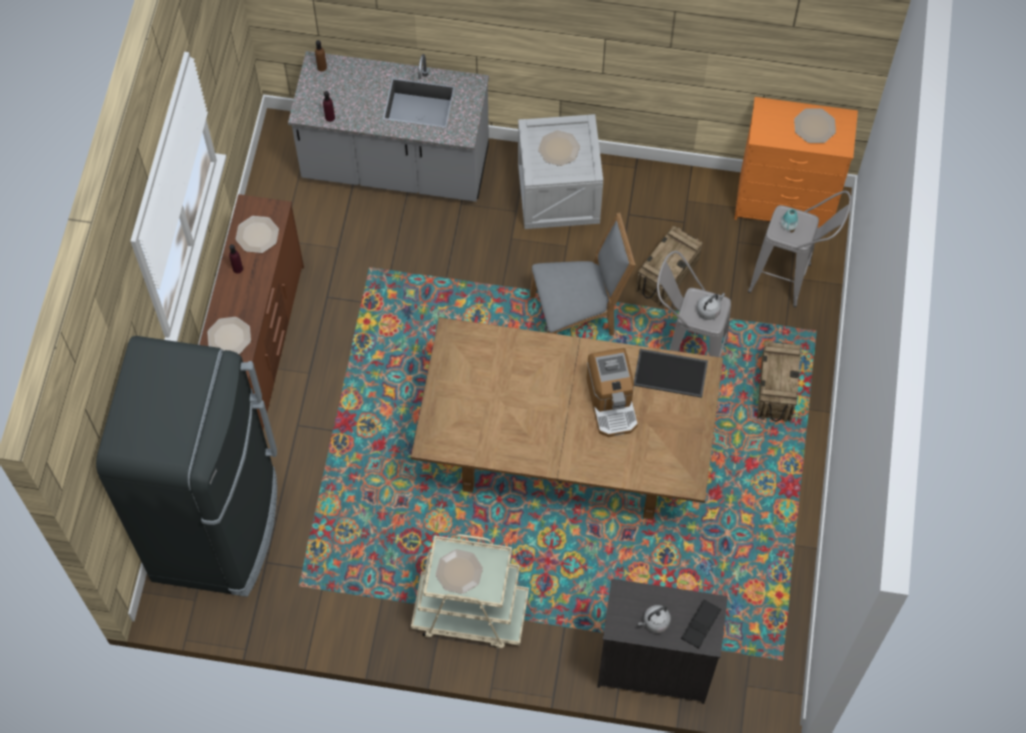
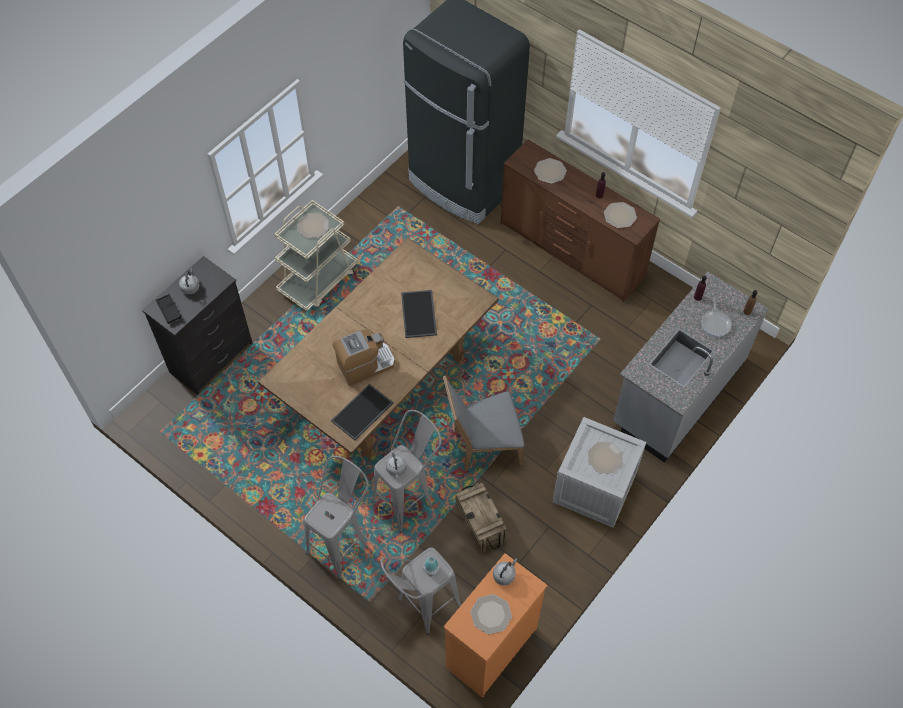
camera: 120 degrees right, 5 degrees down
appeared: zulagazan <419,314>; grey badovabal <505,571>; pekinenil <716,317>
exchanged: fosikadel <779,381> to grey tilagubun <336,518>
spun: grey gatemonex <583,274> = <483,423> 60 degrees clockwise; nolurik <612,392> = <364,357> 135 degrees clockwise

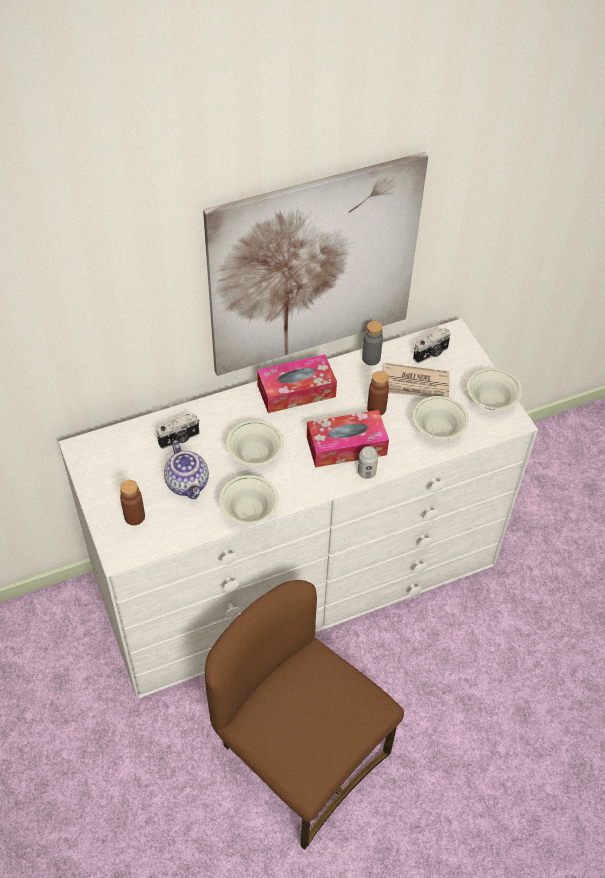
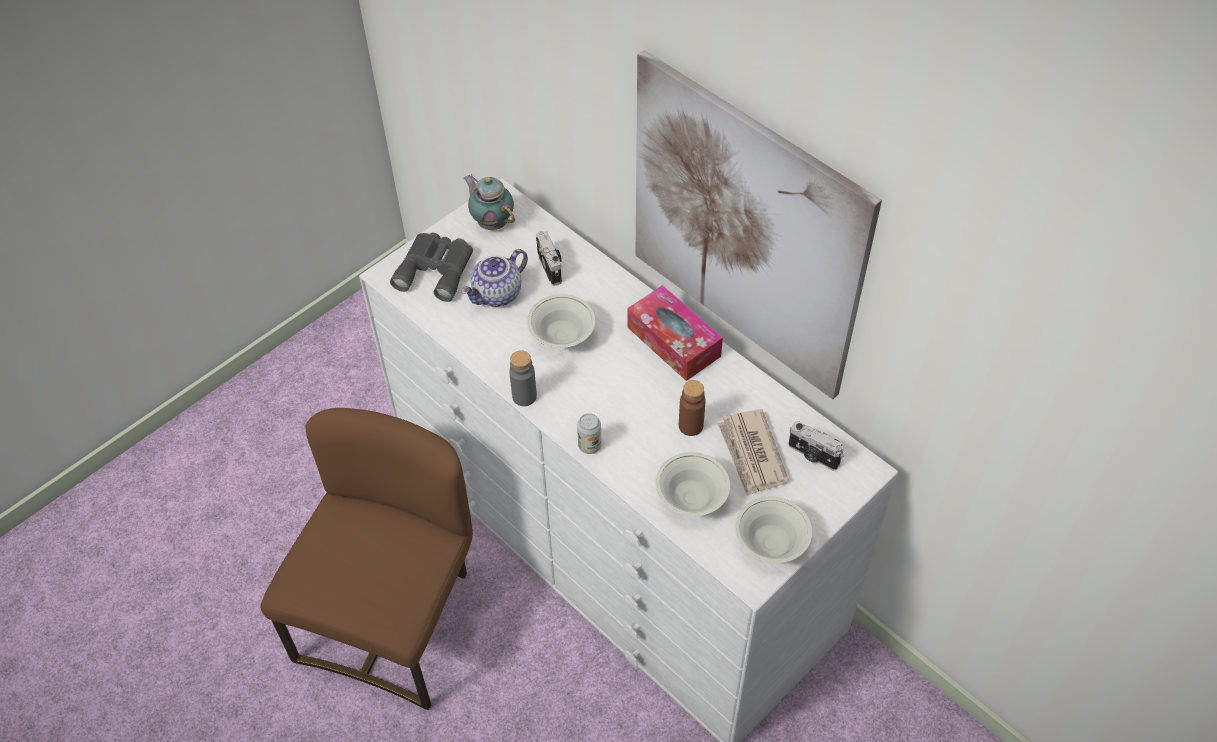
camera: 70 degrees right, 0 degrees up
missing: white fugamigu <249,500>; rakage <348,439>
appeared: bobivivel <489,202>
relocated: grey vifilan <372,343> to <523,378>
exchanged: brown vifilan <132,502> to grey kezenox <431,267>
spun: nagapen <178,431> = <549,258> 150 degrees counterclockwise

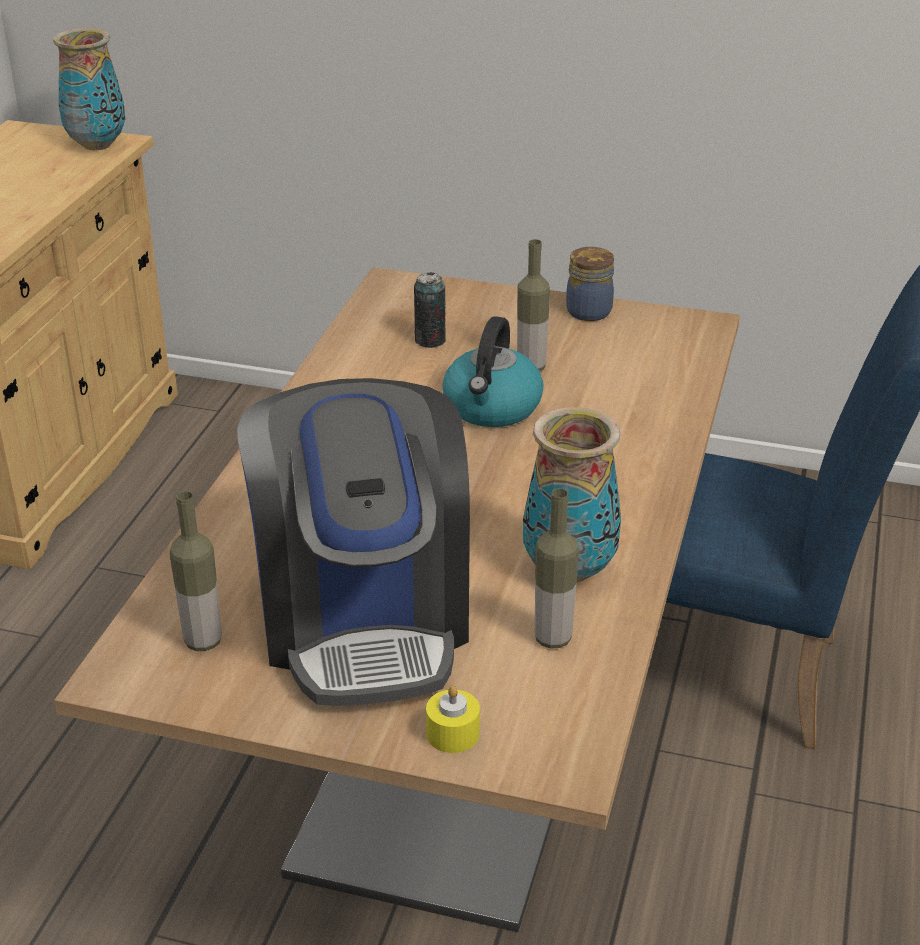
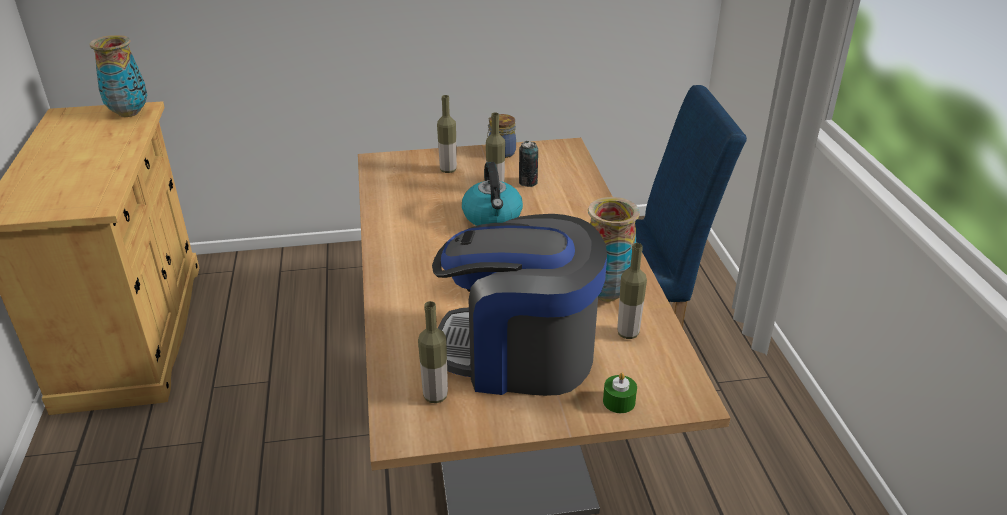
camera: 25 degrees left, 0 degrees up
appeared: vifilan <447,134>
relocated: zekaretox <430,310> to <528,164>
colour: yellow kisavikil <453,719> to green kisavikil <620,393>
spun: nolurik <353,542> = <519,305> 135 degrees clockwise

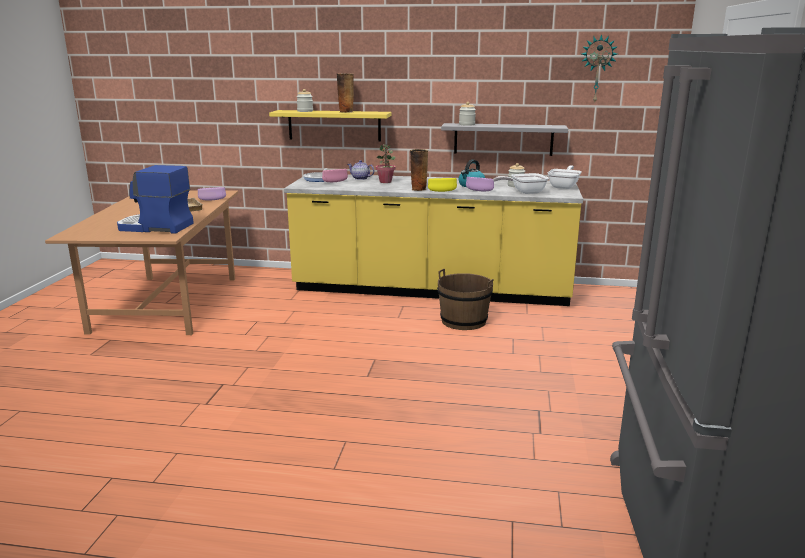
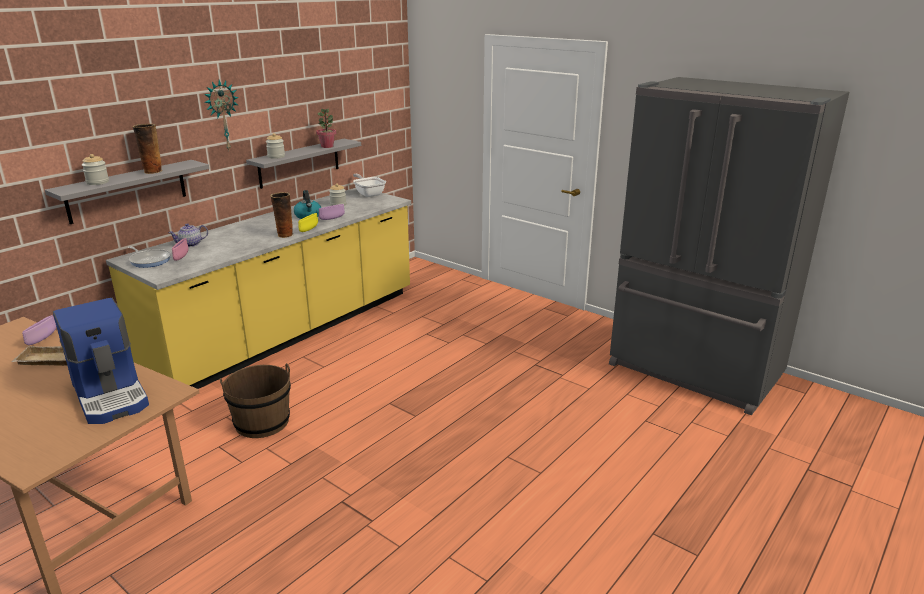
camera: 60 degrees left, 5 degrees up
missing: pekinenil <521,183>
relocated: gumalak <385,163> to <326,128>; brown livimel <465,299> to <255,400>; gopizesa <600,69> to <221,115>
colour: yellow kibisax <330,126> to grey kibisax <127,192>
spun: nolurik <155,199> = <101,361> 75 degrees counterclockwise

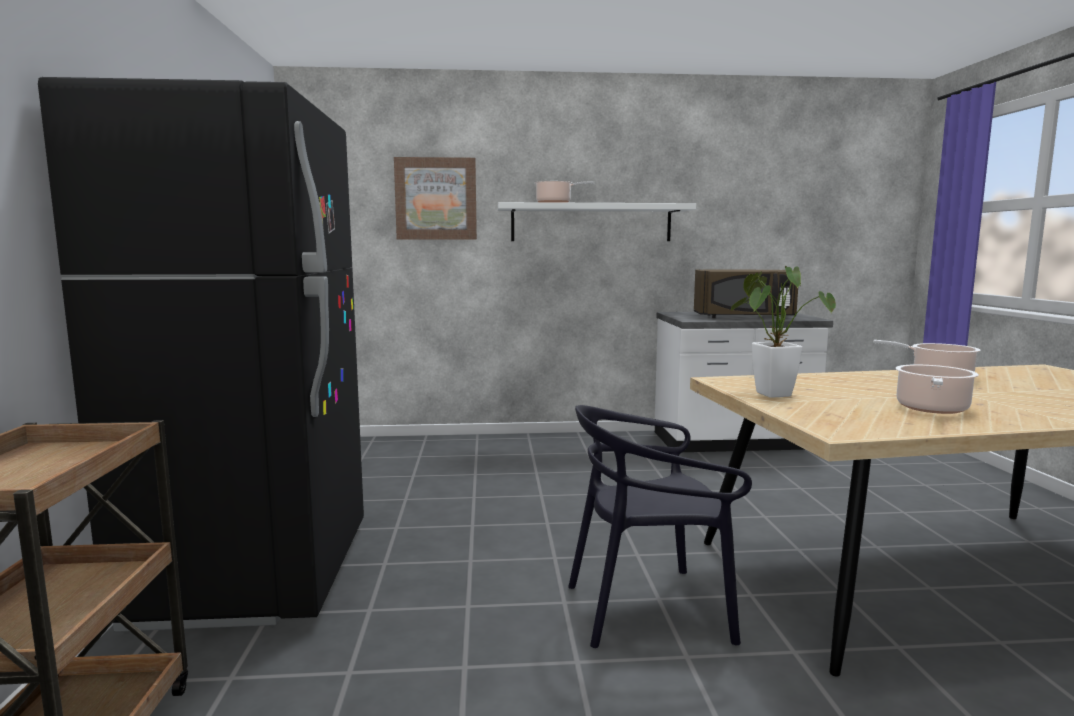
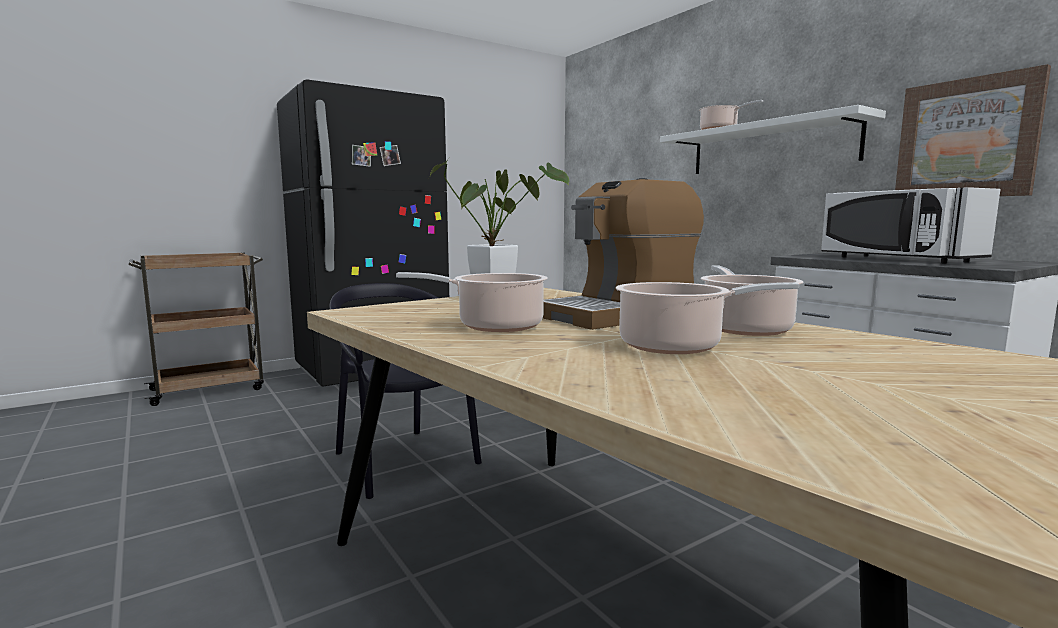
camera: 60 degrees right, 0 degrees up
appeared: nolurik <623,254>; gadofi <707,318>
relocated: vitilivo <435,198> to <973,130>
colour: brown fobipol <746,294> to white fobipol <910,225>

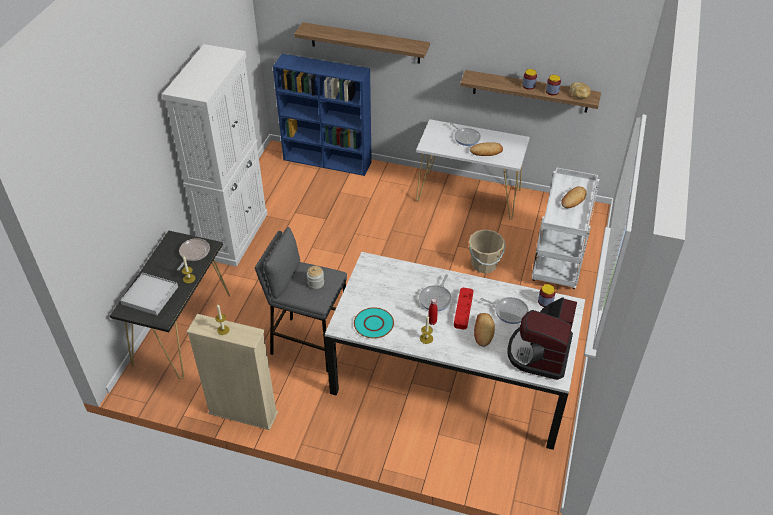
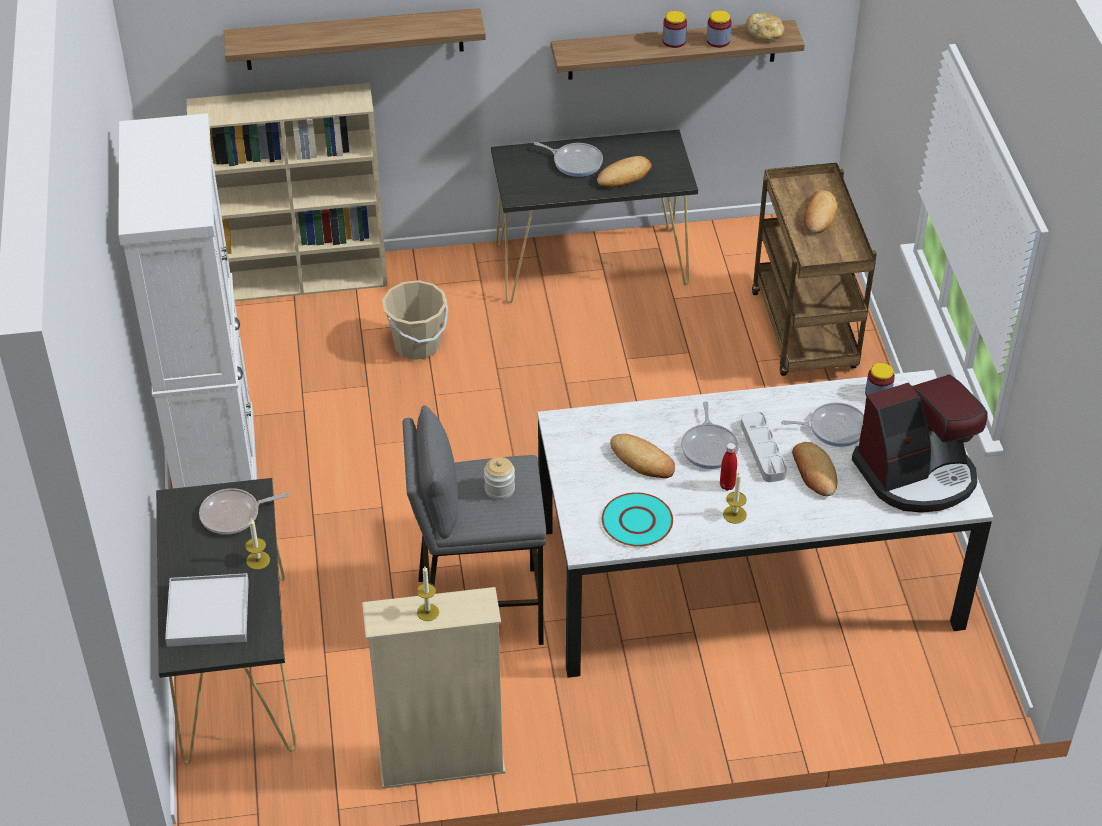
camera: 25 degrees left, 0 degrees up
appeared: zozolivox <642,456>
relocated: beige livimel <487,251> to <415,320>
colour: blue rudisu <322,115> to beige rudisu <286,192>; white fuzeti <473,169> to black fuzeti <594,216>; red zulagazan <463,308> to grey zulagazan <764,447>; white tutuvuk <565,228> to brown tutuvuk <814,269>
spun: pekinenil <193,254> = <244,511> 105 degrees counterclockwise; nolurik <542,338> = <919,443> 105 degrees counterclockwise

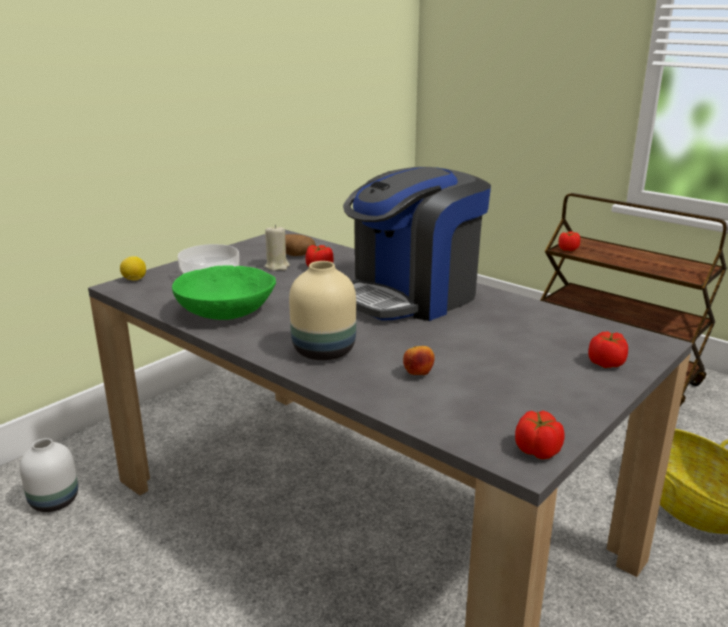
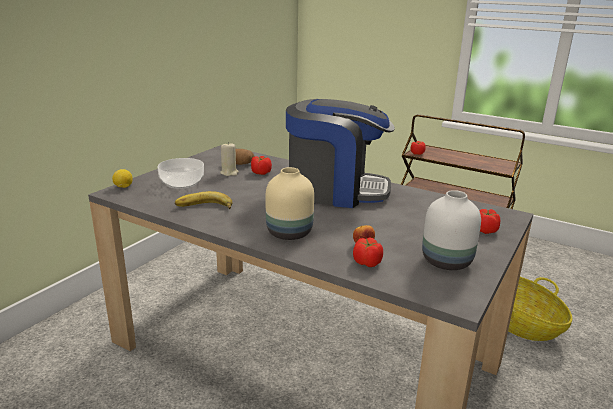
camera: 10 degrees left, 0 degrees up
relocated: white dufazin <48,475> to <451,230>; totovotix <540,435> to <368,252>
exchanged: green fugamigu <224,292> to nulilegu <204,200>
spun: nolurik <417,244> = <340,153> 120 degrees counterclockwise

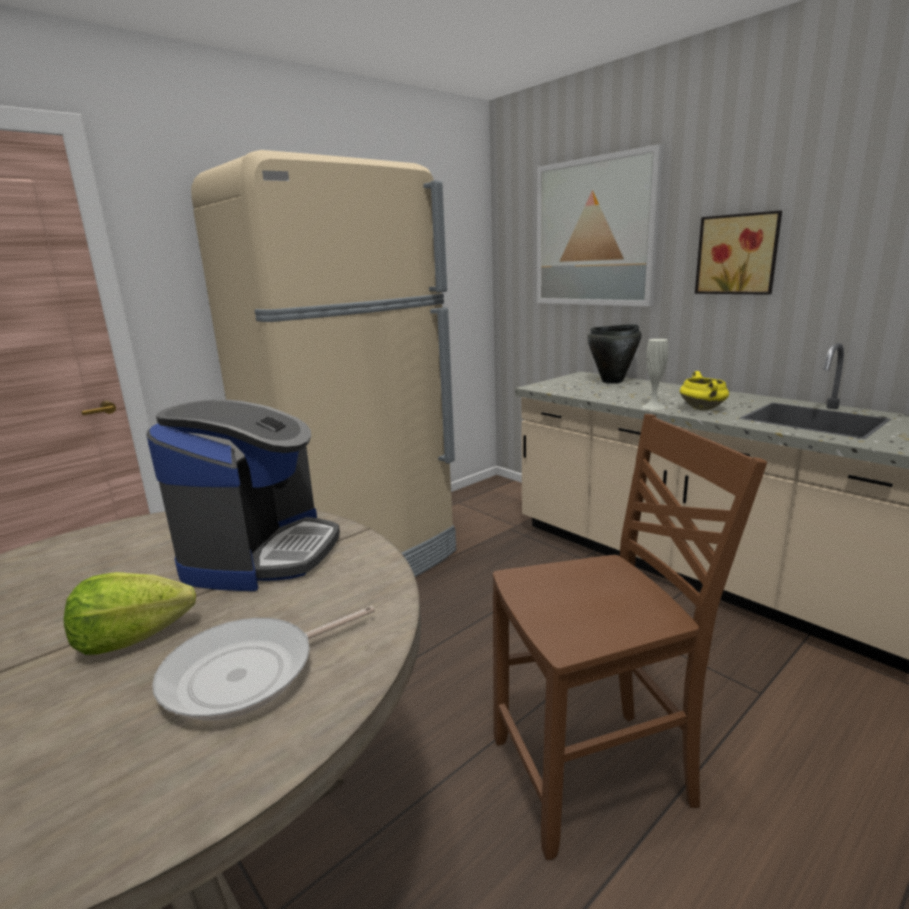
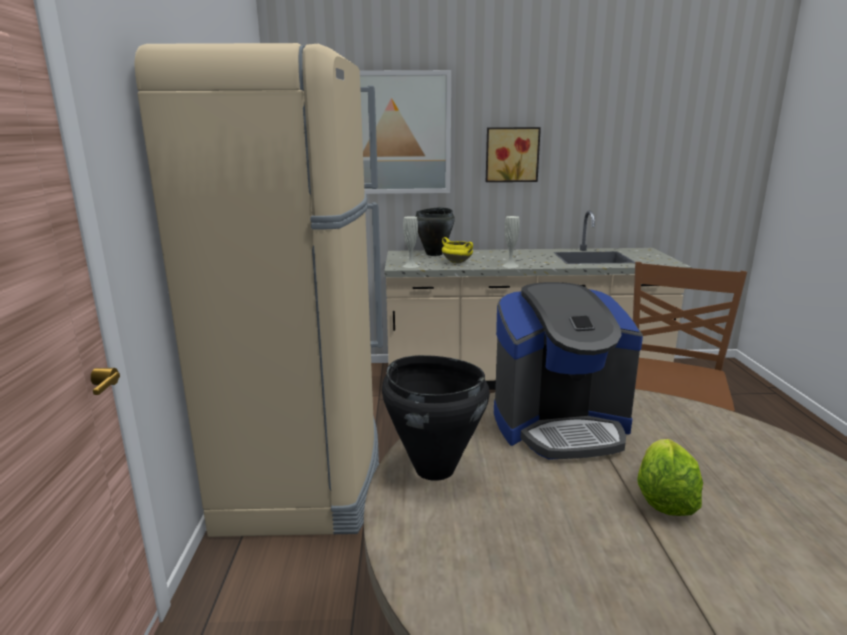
camera: 50 degrees left, 0 degrees up
missing: pekinenil <263,663>
appeared: black gadofi <436,418>; white dufazin <411,242>
relocated: yellow gadofi <704,390> to <457,250>
spun: nolurik <243,495> = <568,371> 120 degrees clockwise

